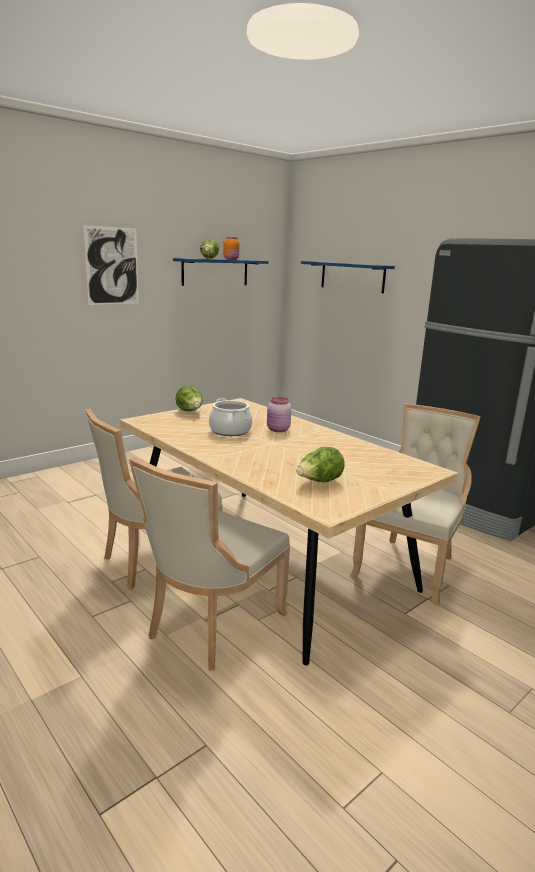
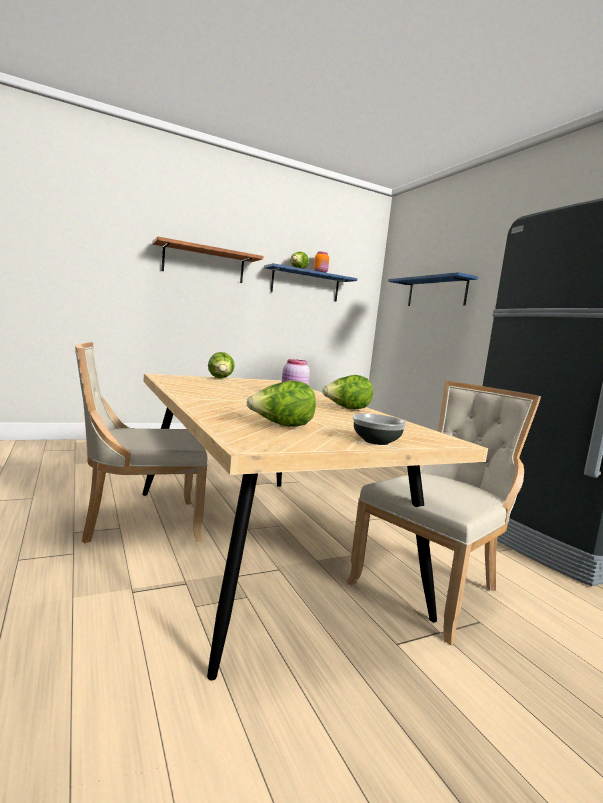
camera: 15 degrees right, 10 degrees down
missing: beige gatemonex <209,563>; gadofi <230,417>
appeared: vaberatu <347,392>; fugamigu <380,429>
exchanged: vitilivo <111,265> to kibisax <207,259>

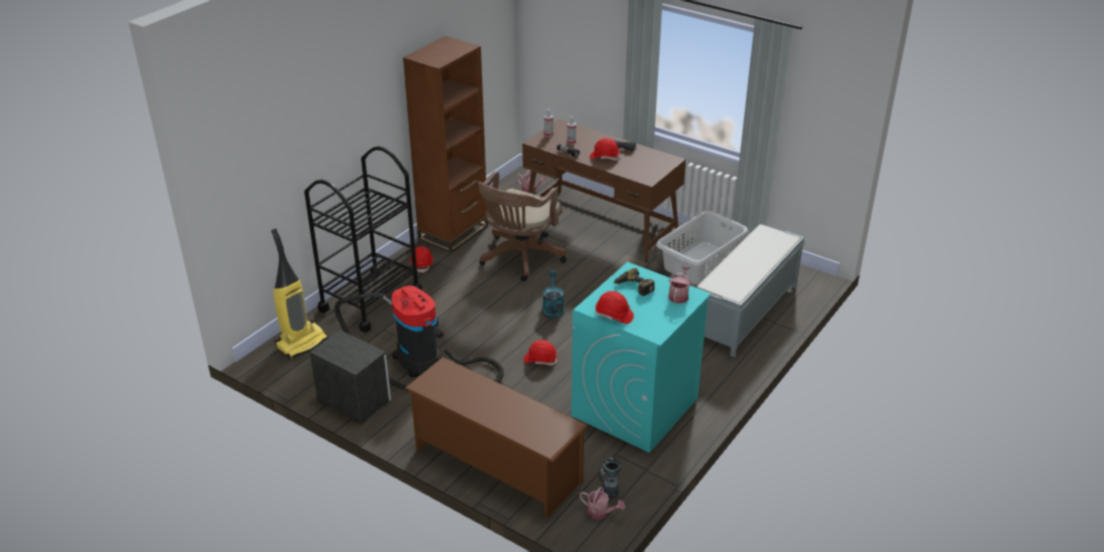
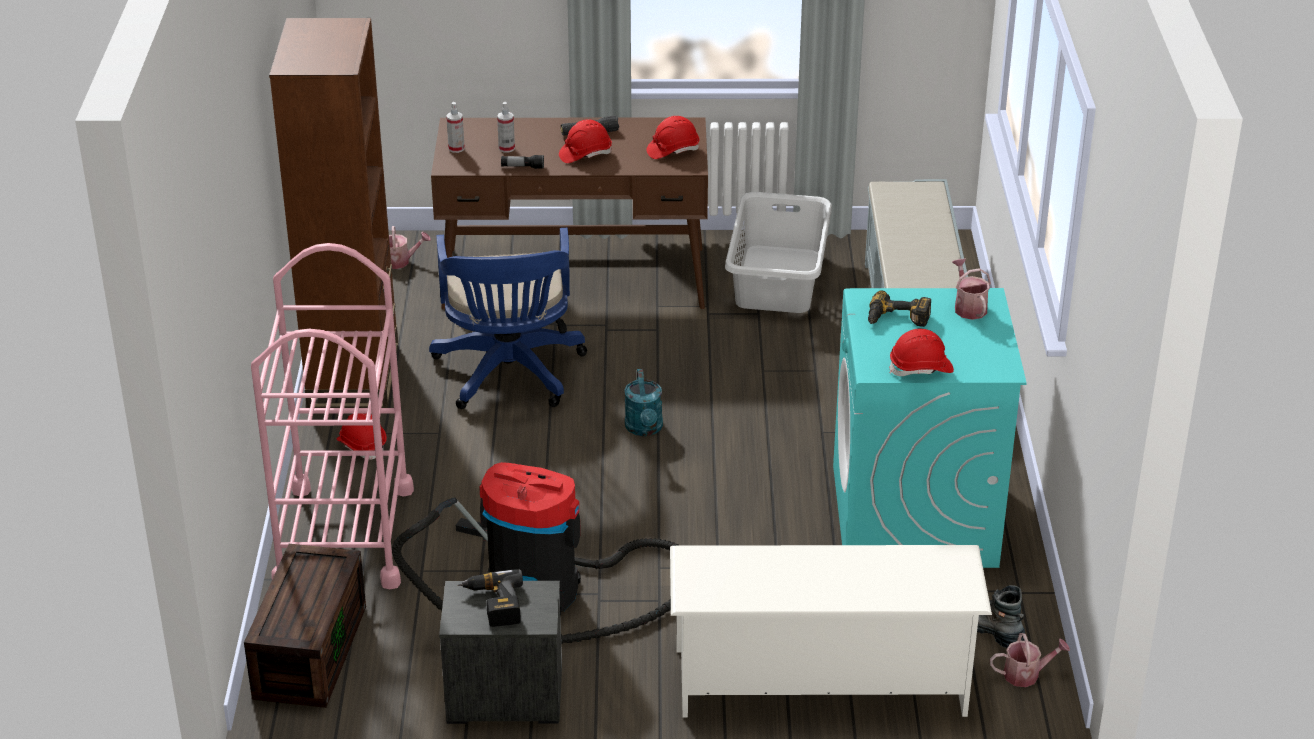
camera: 35 degrees left, 0 degrees up
appeared: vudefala <490,598>
relocated: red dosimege <541,352> to <672,137>
exchanged: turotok <299,293> to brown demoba <305,626>
colour: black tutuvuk <363,239> to pink tutuvuk <332,416>; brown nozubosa <496,437> to white nozubosa <831,631>; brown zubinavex <522,226> to blue zubinavex <508,318>
spun: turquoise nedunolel <553,294> = <643,402> 150 degrees counterclockwise

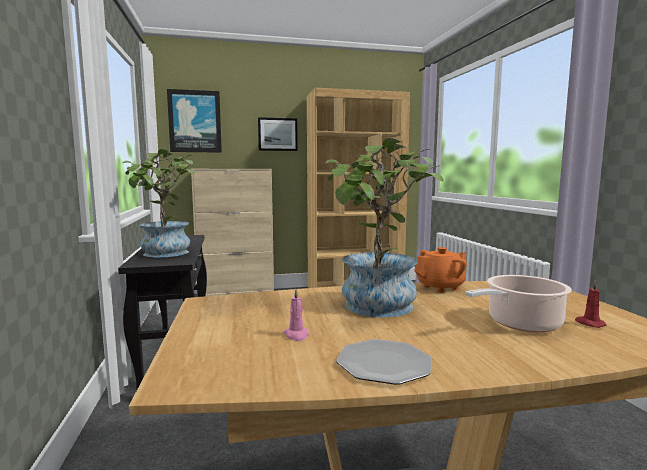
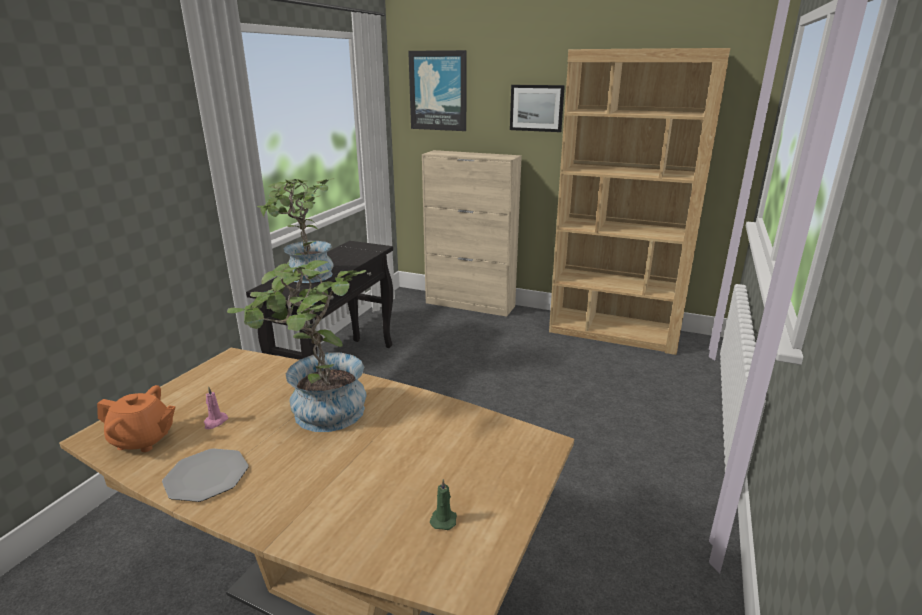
camera: 35 degrees right, 15 degrees up
missing: gadofi <518,303>
relocated: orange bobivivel <440,270> to <136,418>
colour: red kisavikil <590,304> to green kisavikil <443,504>

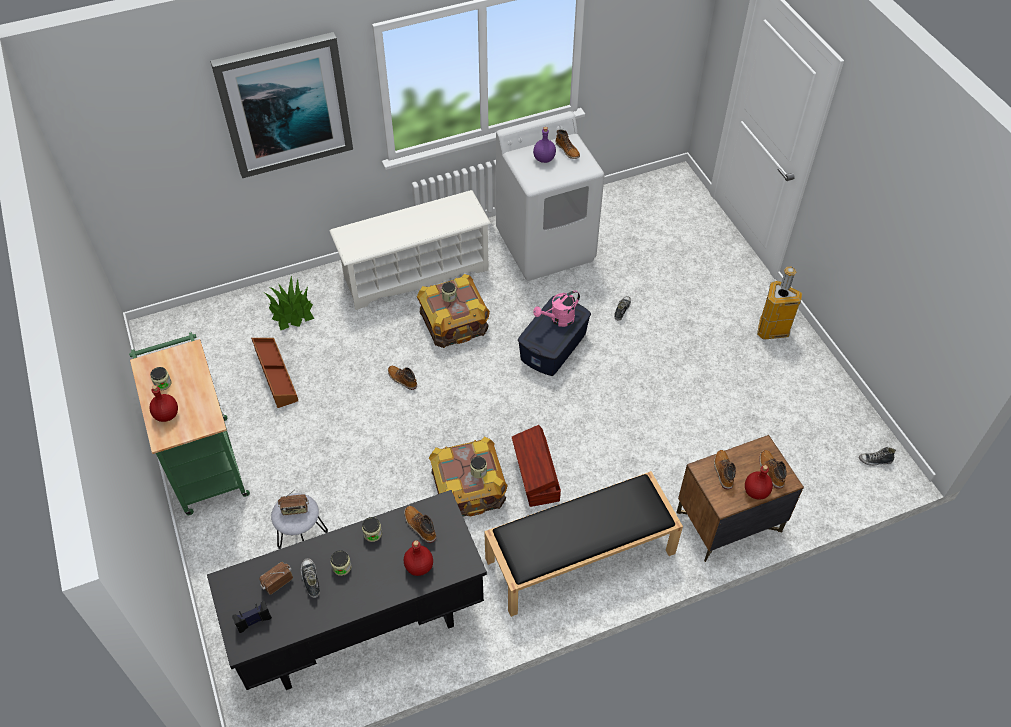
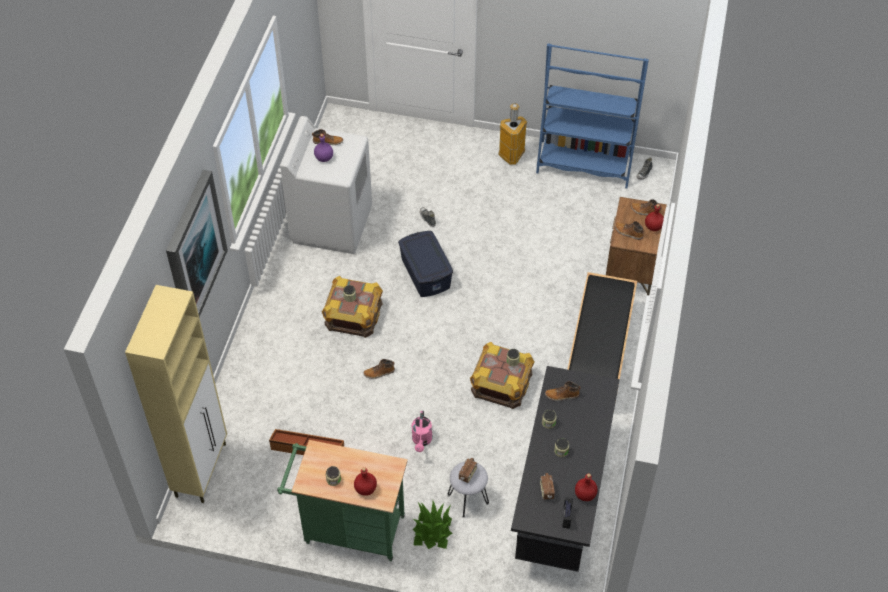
camera: 55 degrees left, 0 degrees up
missing: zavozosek <310,578>; white nozubosa <410,250>; brown demoba <536,466>
appeared: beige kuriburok <176,394>; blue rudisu <592,115>
relocated: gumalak <289,302> to <432,525>; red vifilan <418,558> to <586,487>; pink nedunolel <556,308> to <422,431>

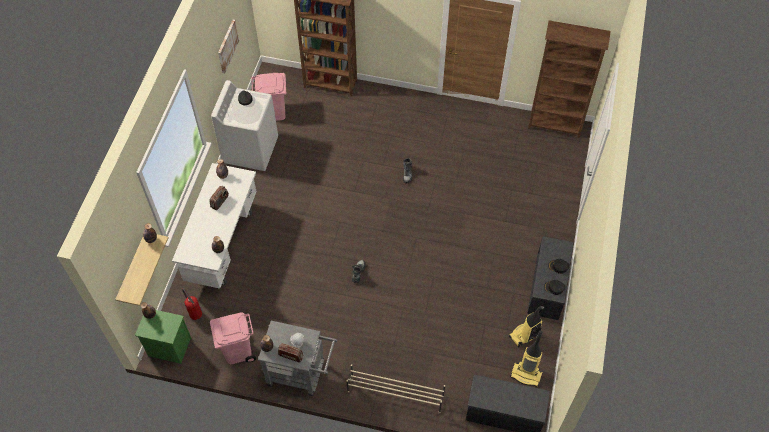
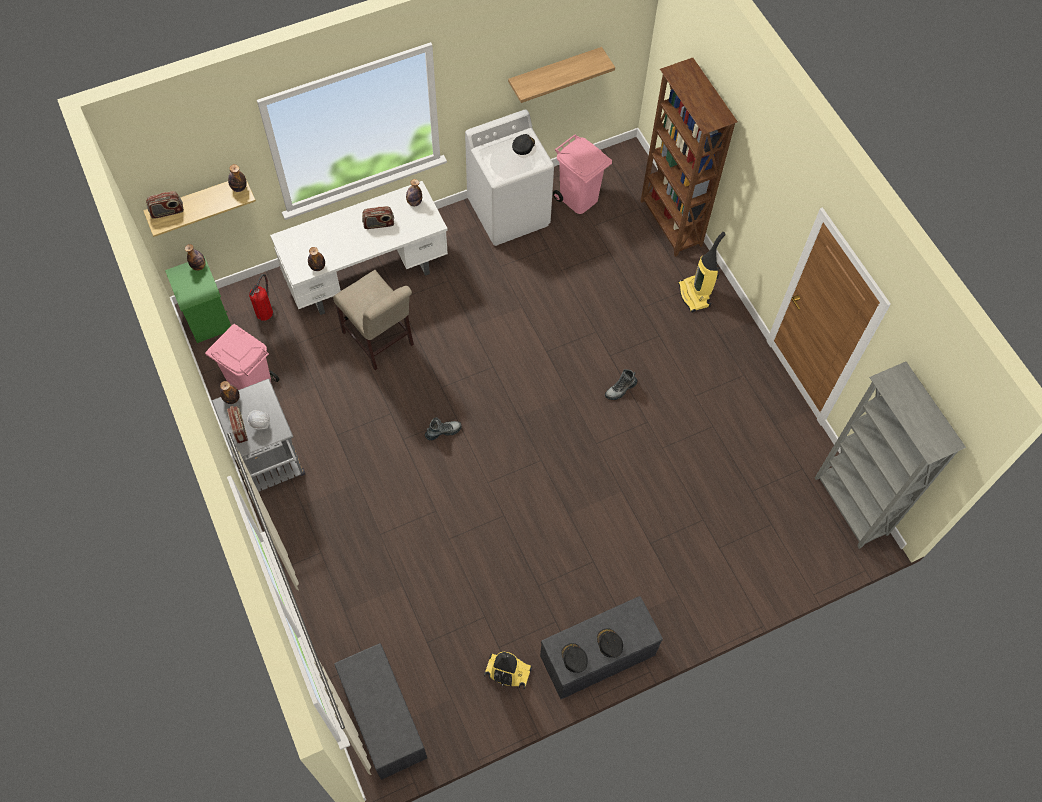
camera: 50 degrees right, 5 degrees up
missing: beige nozubosa <395,388>
appeared: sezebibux <165,205>; beige gatemonex <373,320>
relocated: turotok <526,359> to <702,272>
exchanged: vitilivo <228,46> to kibisax <561,75>
colour: brown rudisu <569,79> to grey rudisu <890,455>

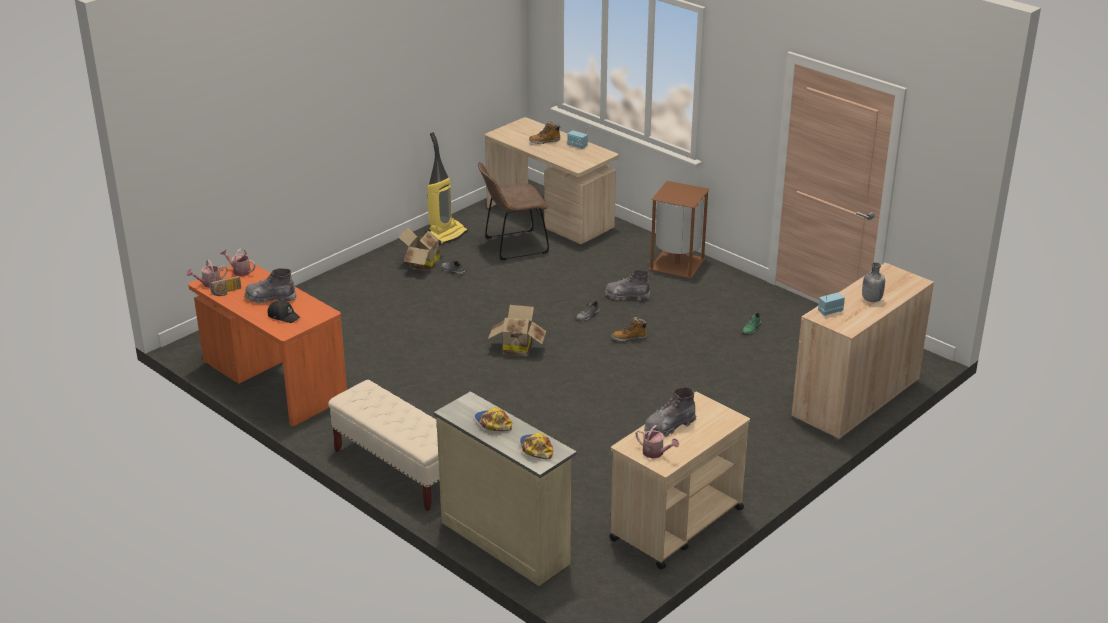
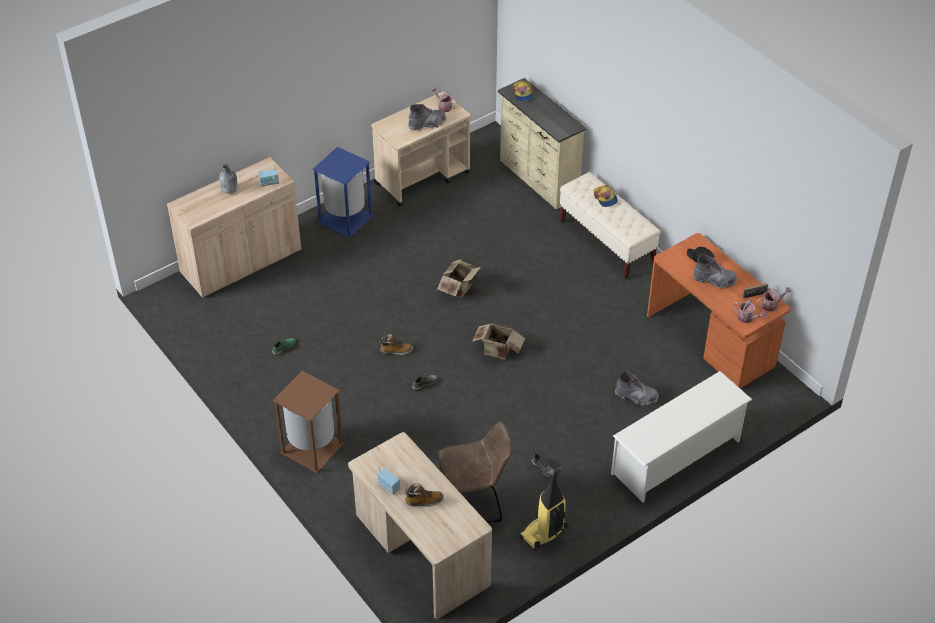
camera: 170 degrees left, 15 degrees up
appeared: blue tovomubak <343,192>; white nozubosa <681,437>
relocated: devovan <420,249> to <459,278>; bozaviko <493,419> to <606,196>; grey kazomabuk <627,285> to <637,388>

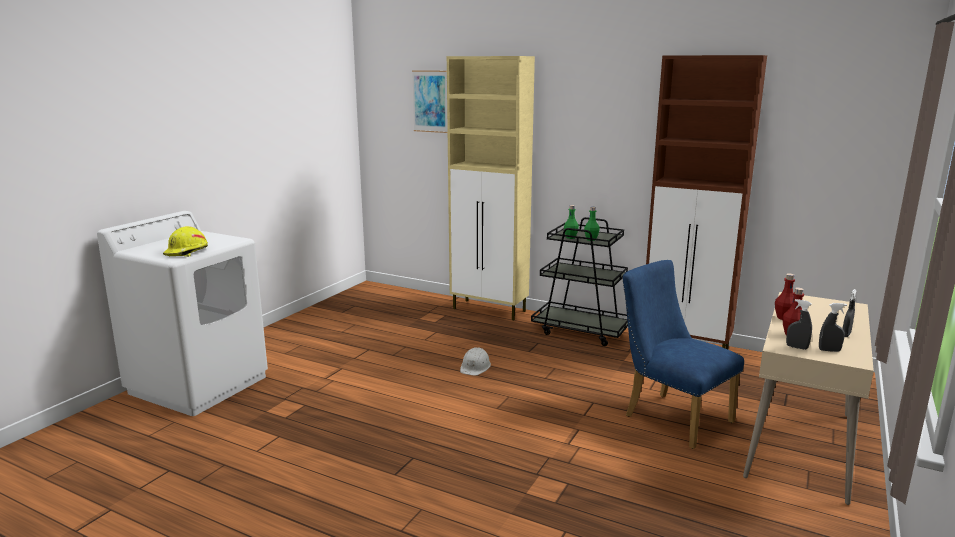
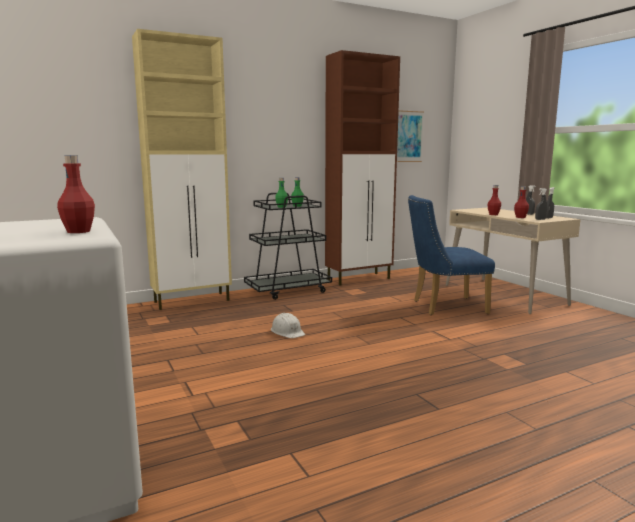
camera: 55 degrees left, 5 degrees down
relocated: vitilivo <429,101> to <410,136>
exchanged: yellow dosimege <185,241> to red vifilan <76,194>

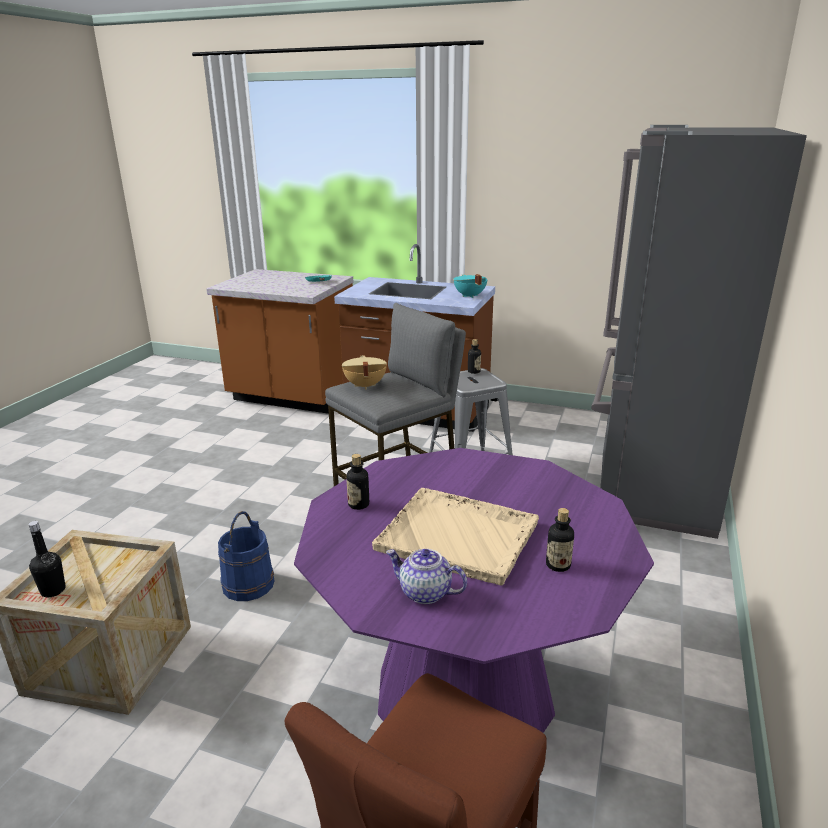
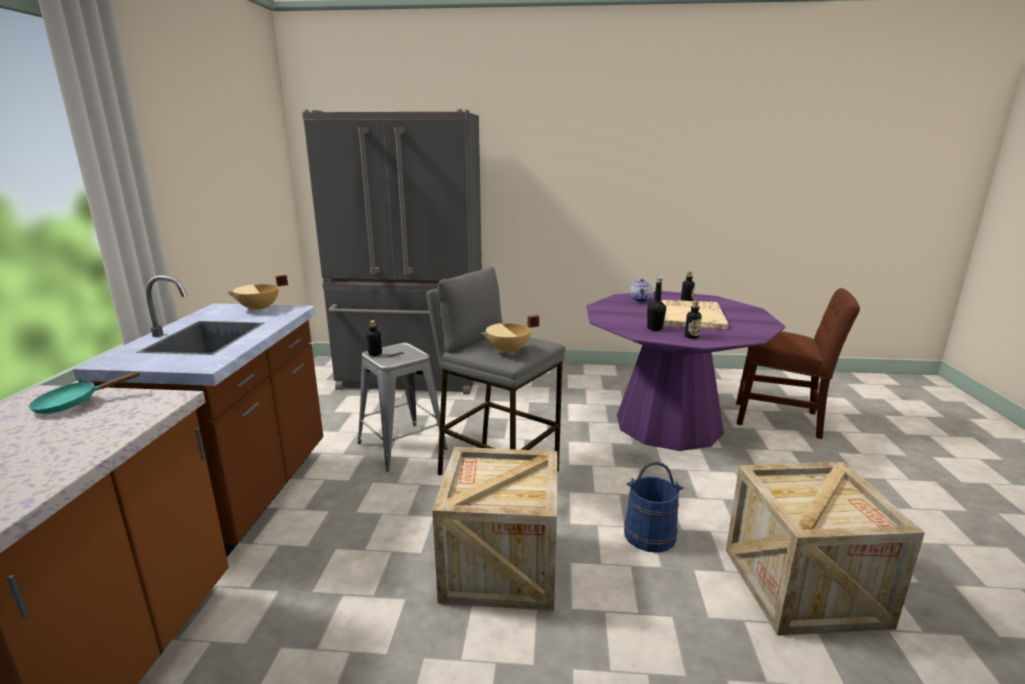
camera: 105 degrees left, 5 degrees down
appeared: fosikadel <495,529>
relocated: black vifilan <47,559> to <656,304>; bobivivel <426,576> to <641,290>
colour: turquoise gadofi <470,286> to beige gadofi <257,293>

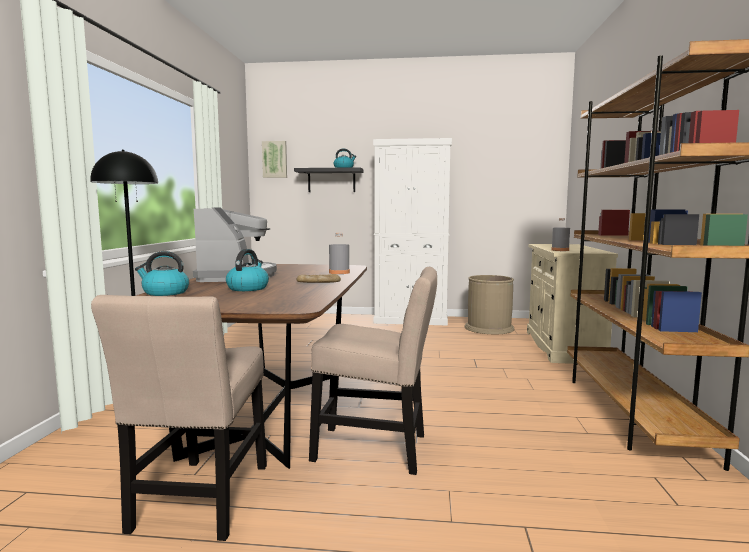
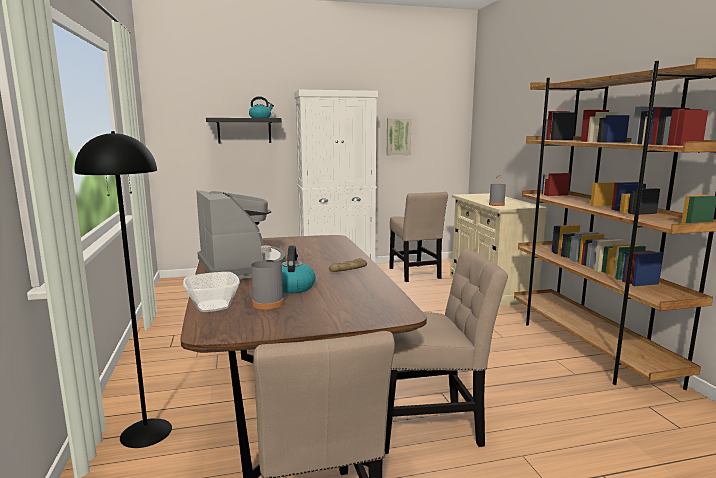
camera: 20 degrees left, 5 degrees up
relocated: vitilivo <274,159> to <399,136>; grey vifilan <339,253> to <267,277>
exchanged: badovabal <162,273> to fugamigu <211,292>; brown tovomubak <490,304> to beige gatemonex <418,237>

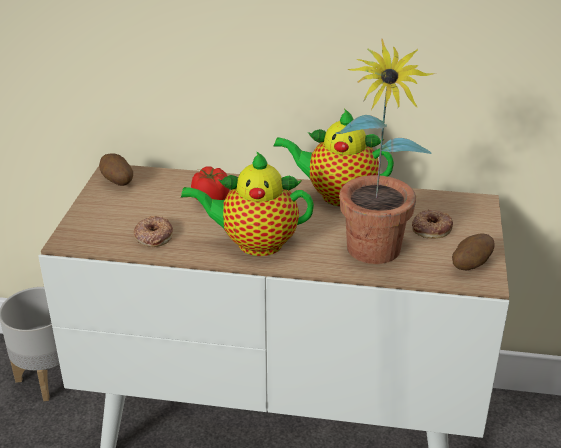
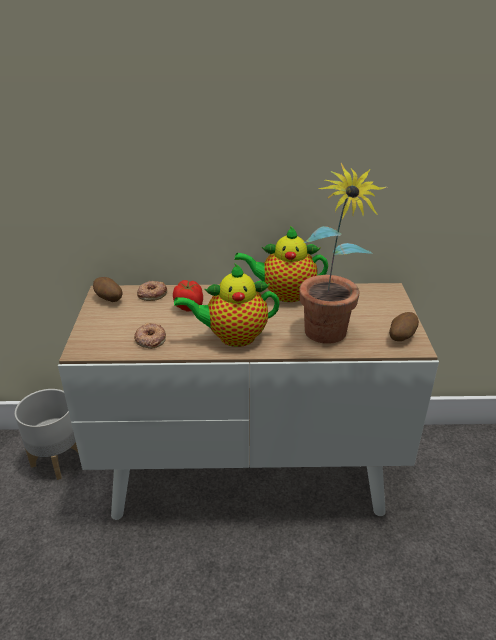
camera: 10 degrees left, 0 degrees up
relocated: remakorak <432,224> to <152,291>

